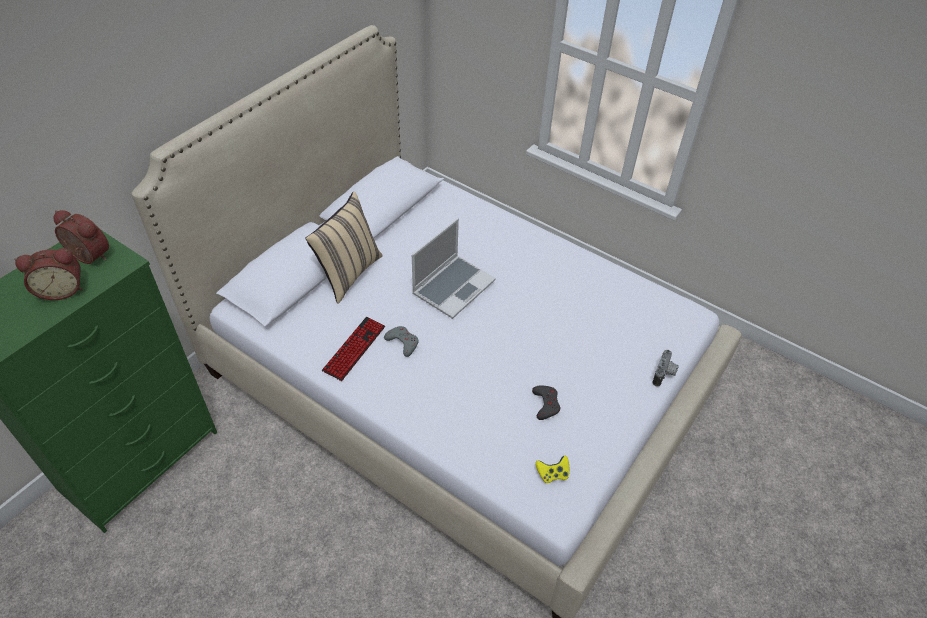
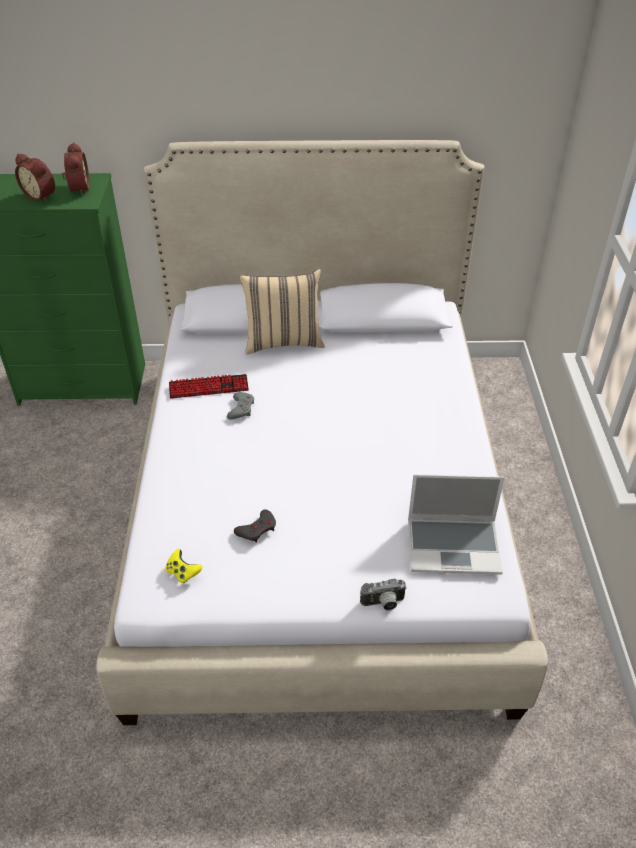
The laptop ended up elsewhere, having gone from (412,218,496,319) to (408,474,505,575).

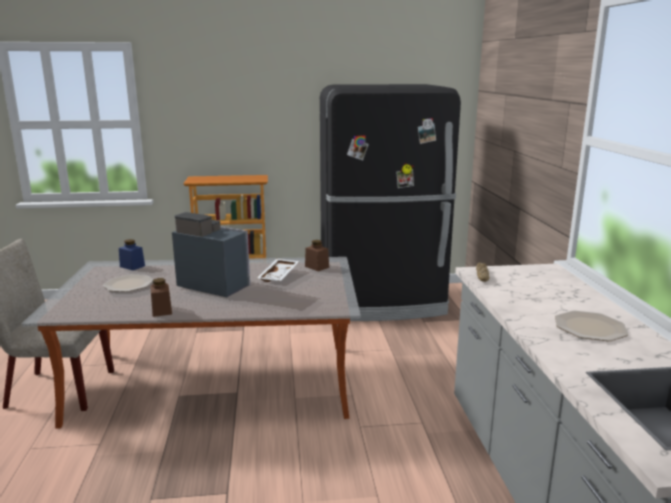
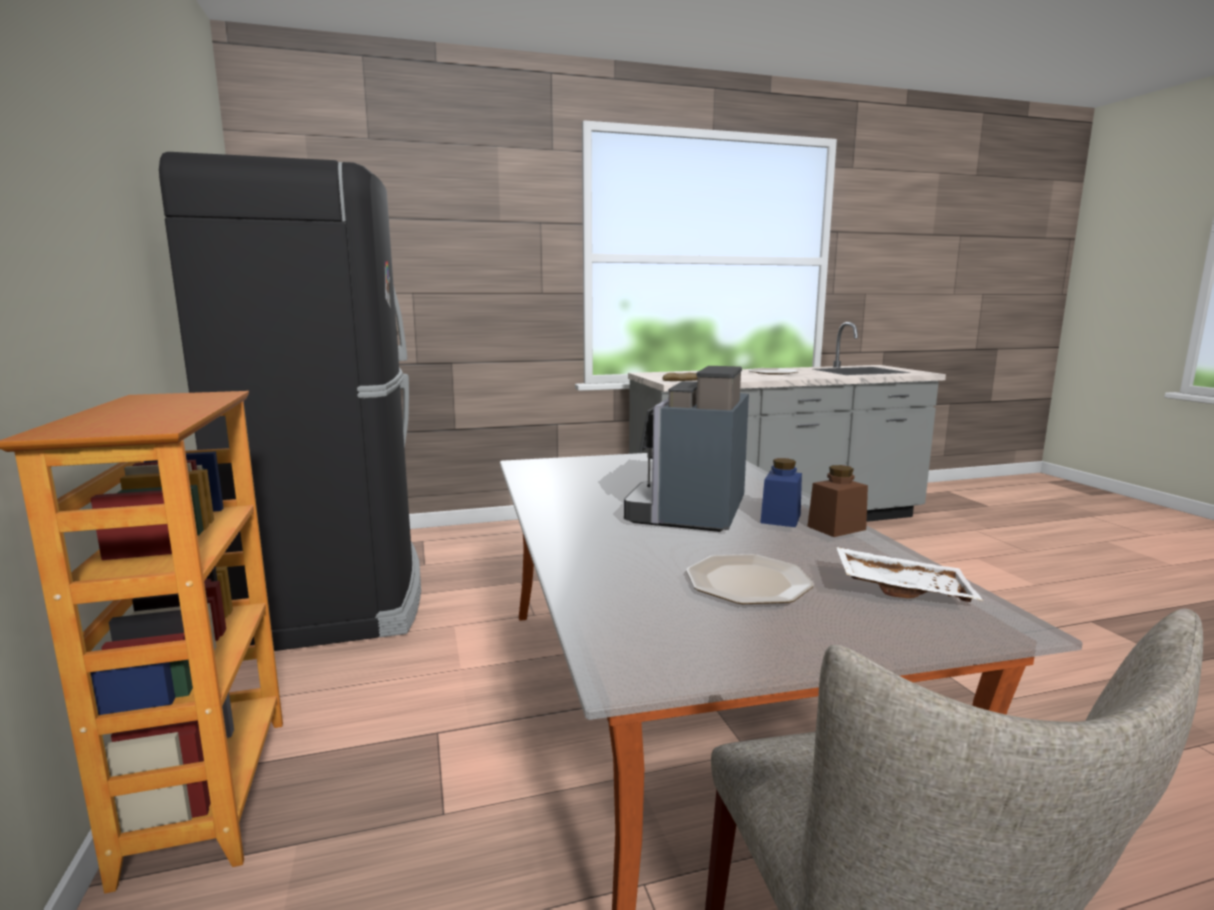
The second view lost the brown_storage_jar at (305,240,329,271).
The bluish_storage_jar ended up elsewhere, having gone from (119,239,145,270) to (760,458,802,527).
The white_serving_tray ended up elsewhere, having gone from (257,259,299,282) to (836,547,983,602).

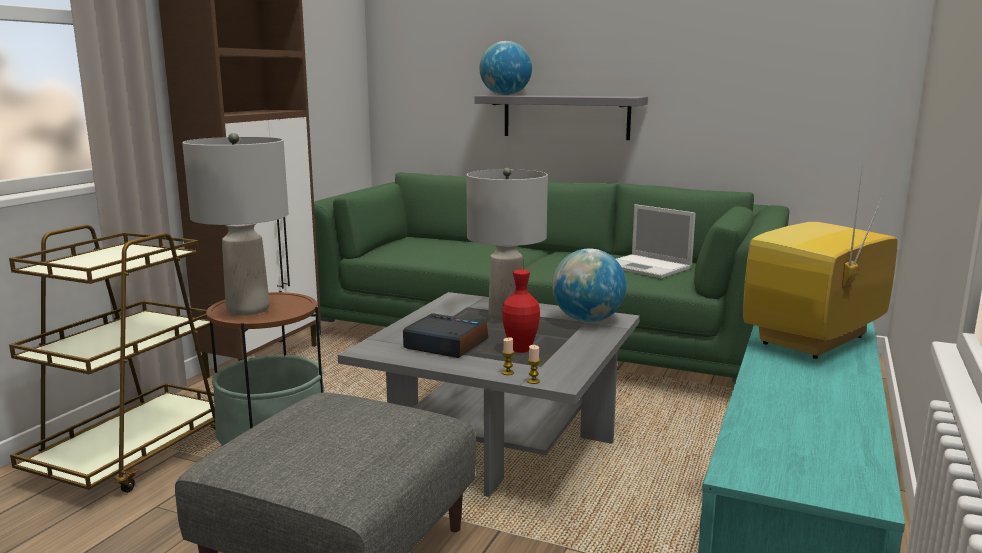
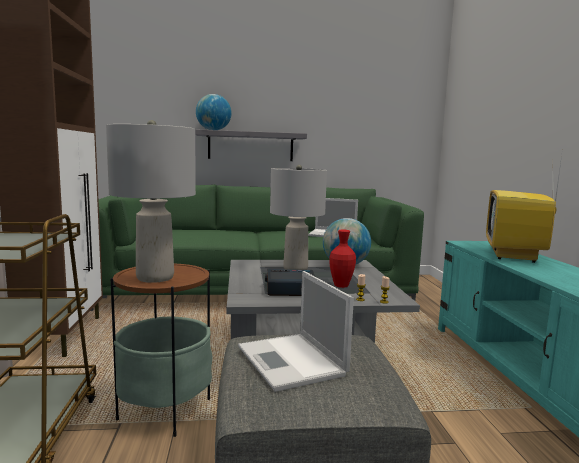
The second view gained the laptop at (238,271,354,392).

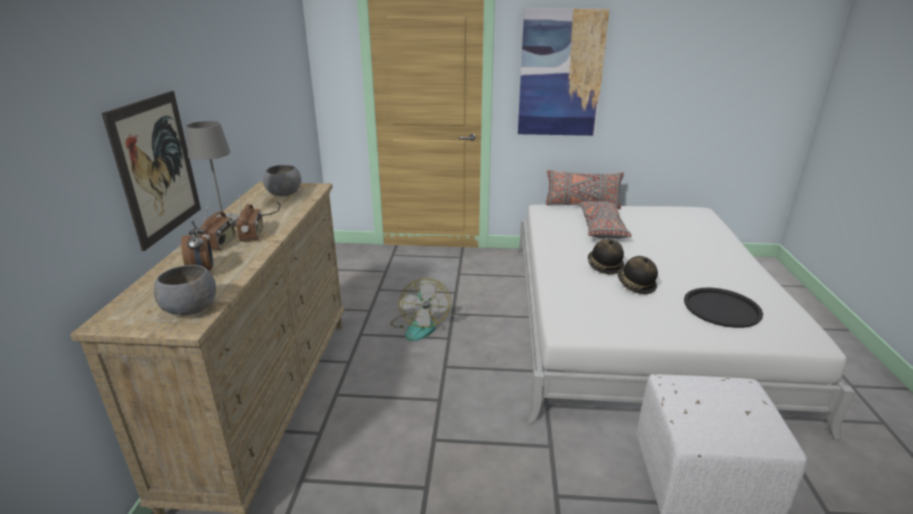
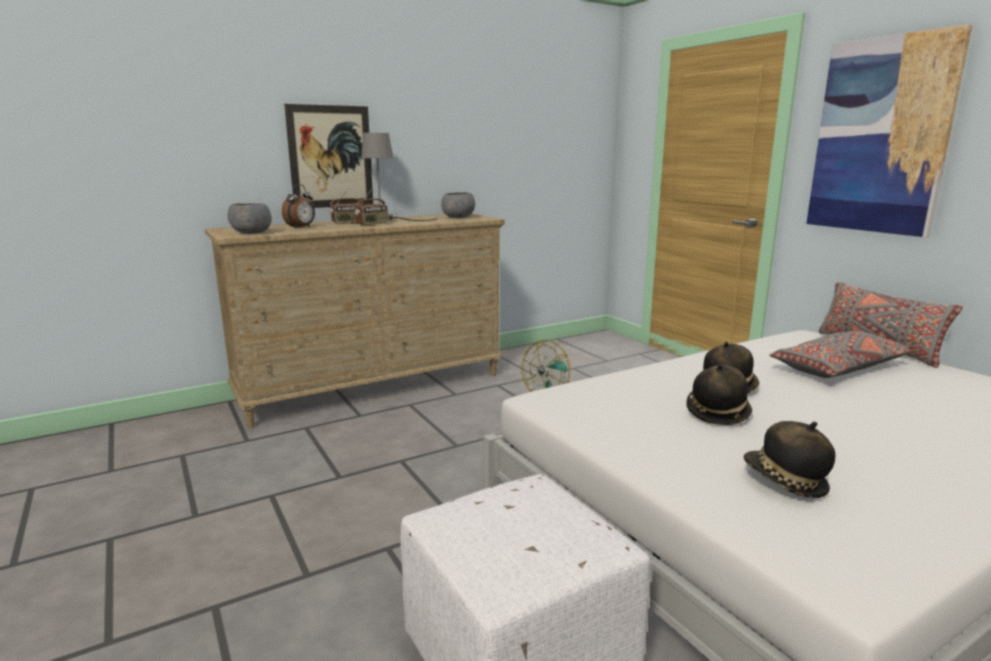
Where the black-coloured_serving_tray stood at (684,288,763,328), the clothing_hat came to stand at (744,421,835,498).

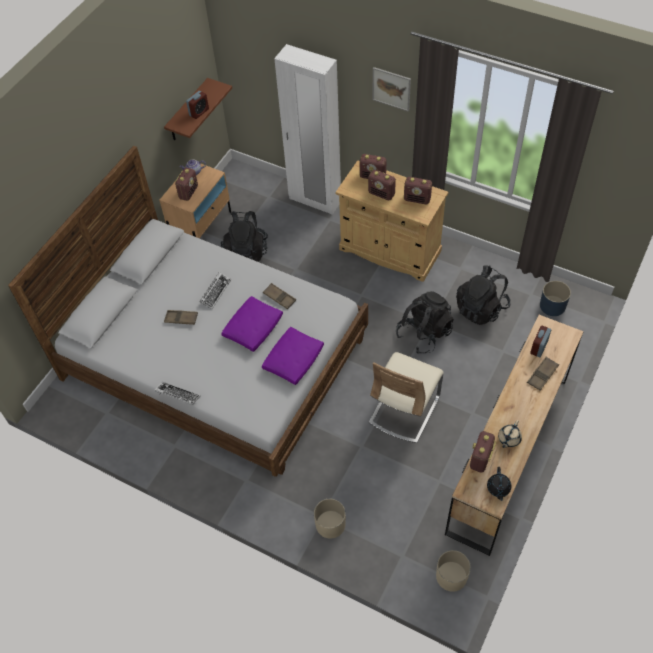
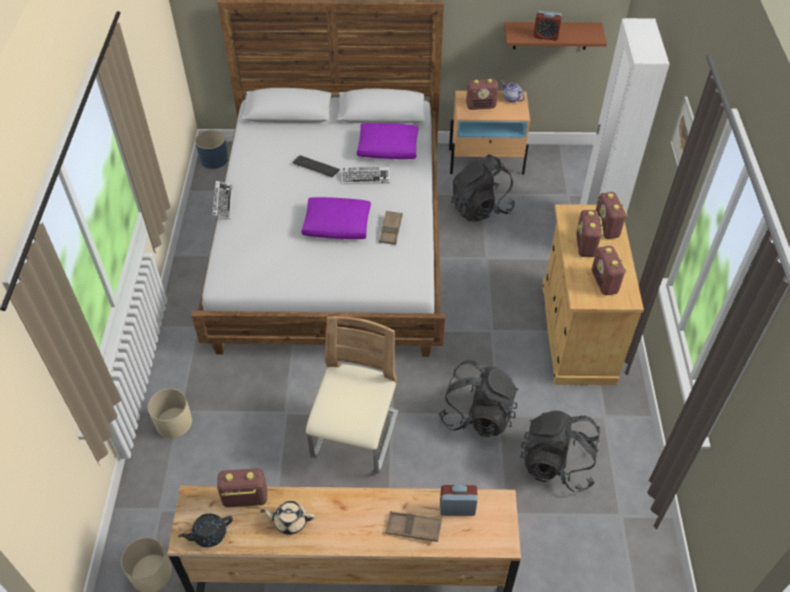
The purple_throw_pillow ended up elsewhere, having gone from (262,327,324,385) to (357,123,419,159).
The bluish_plant_pot ended up elsewhere, having gone from (540,281,571,316) to (195,130,228,169).
Where the brown_serving_tray stood at (164,310,198,325), the PC_keyboard came to stand at (292,155,340,177).
The beige-coloured_chair at (369,352,444,443) ended up facing another way, 105 degrees clockwise from before.

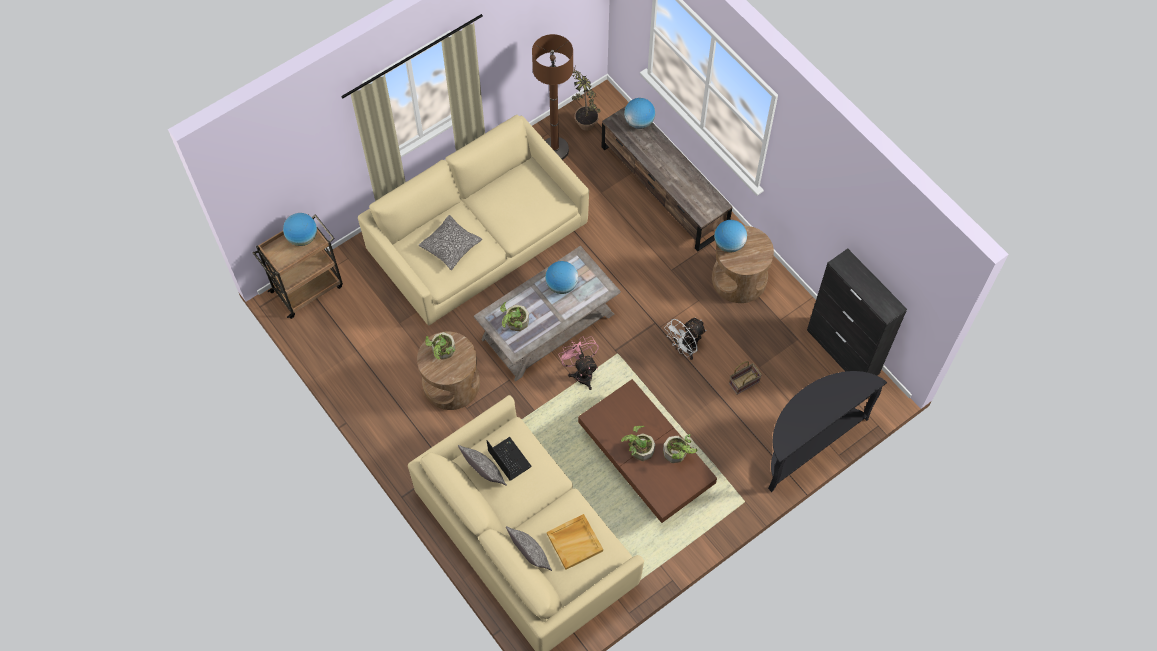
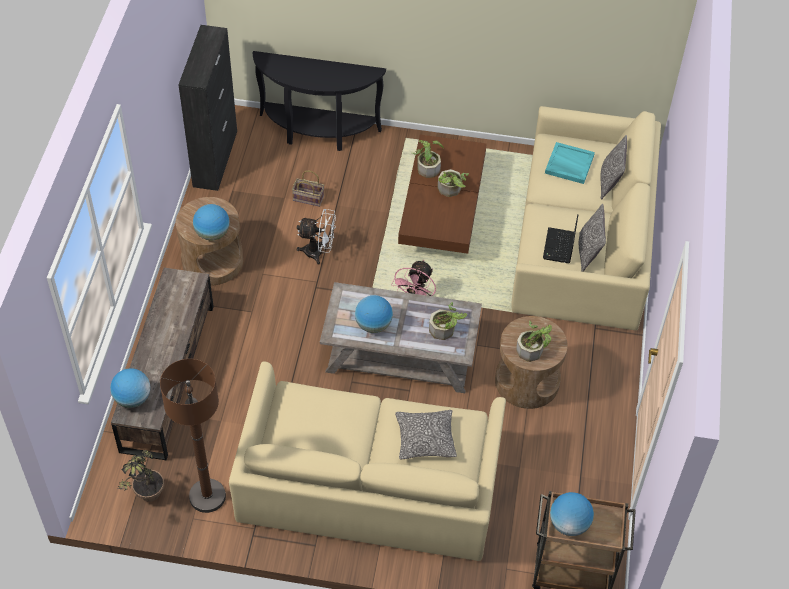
What was the beige-coloured_serving_tray at (547,514,603,570) turned into the turquoise-coloured_serving_tray at (545,142,595,184).

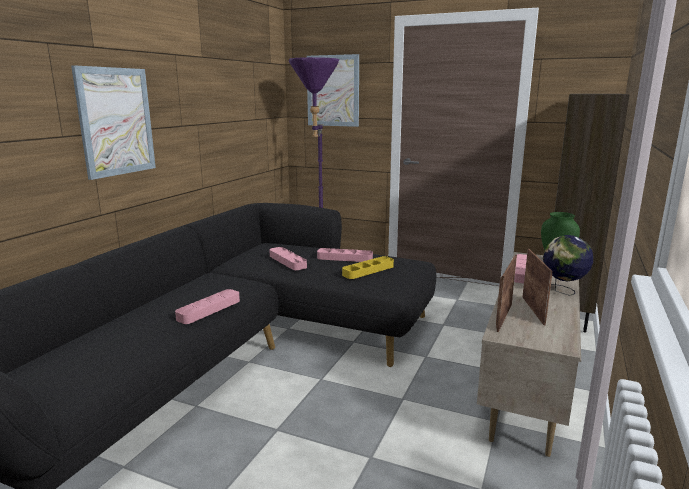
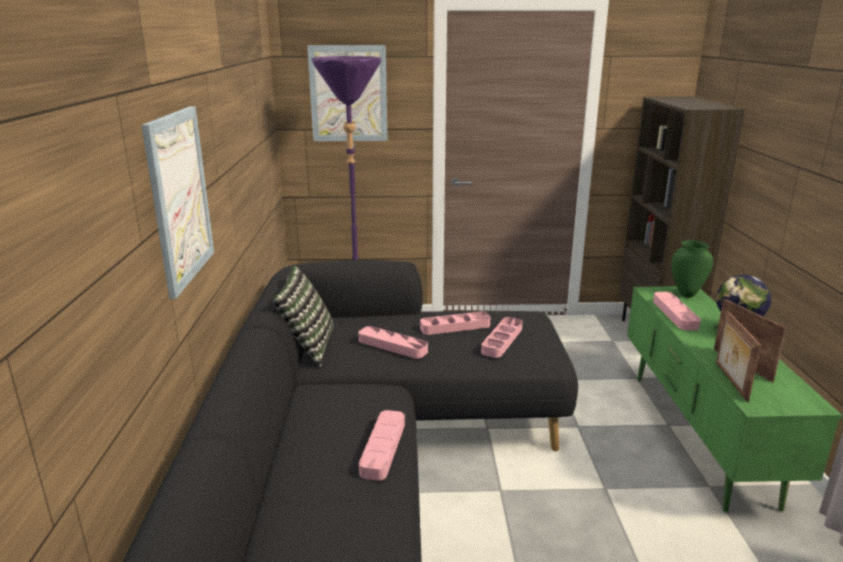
The second view gained the throw_pillow at (273,266,334,366).
What was the yellow-coloured_serving_tray at (342,256,394,279) turned into the pink-coloured_serving_tray at (481,317,523,358).
What was the beige-coloured_tv_unit at (477,252,581,457) turned into the green-coloured_tv_unit at (627,286,843,512).

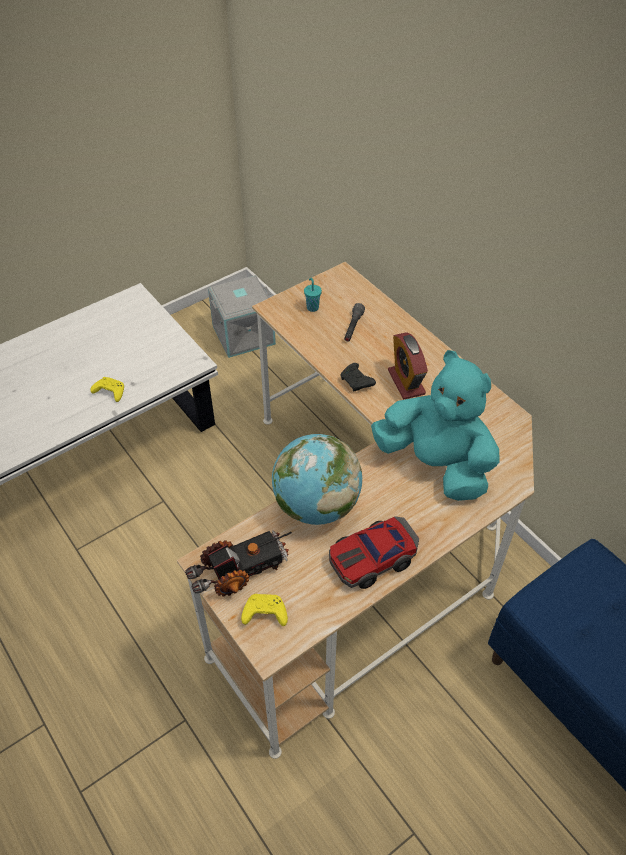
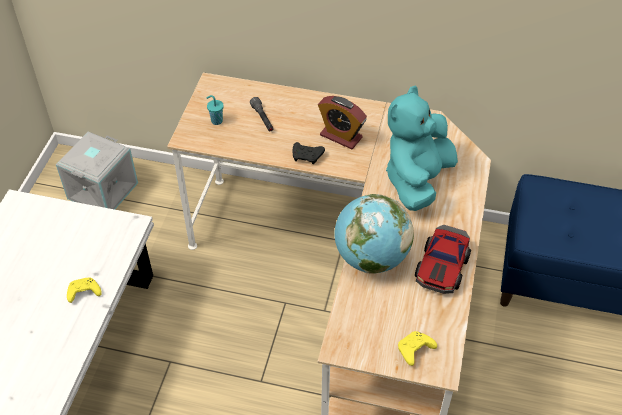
The second view lost the toy_lorry at (185,530,292,596).
The turquoise-coloured_cuddly_toy at (371,350,499,501) ended up facing another way, 60 degrees counterclockwise from before.

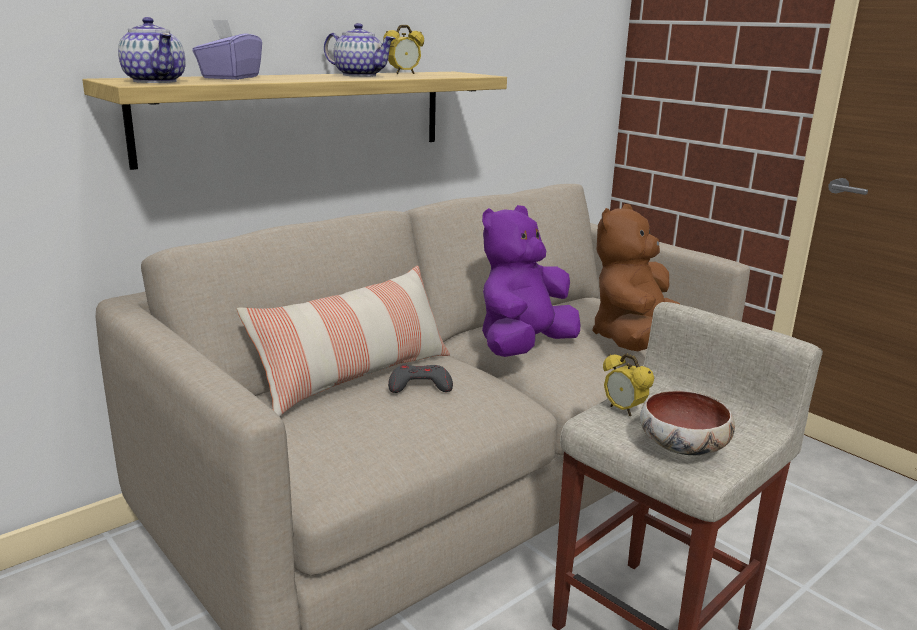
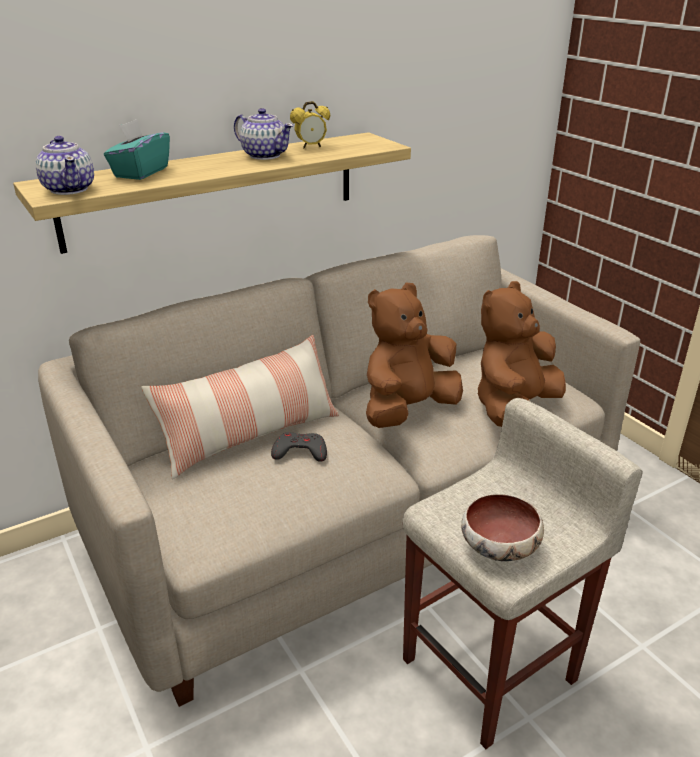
The second view lost the alarm_clock at (603,353,654,417).
What was the purple_tissue_holder at (193,19,262,80) turned into the turquoise-coloured_tissue_holder at (104,119,170,180).
What was the purple_cuddly_toy at (482,205,580,357) turned into the brown_cuddly_toy at (366,283,463,428).

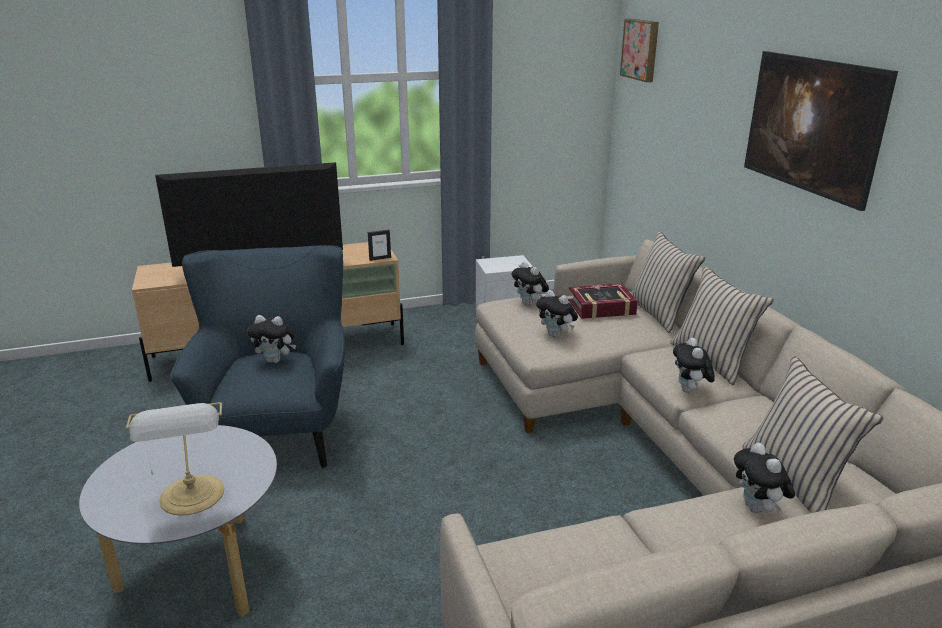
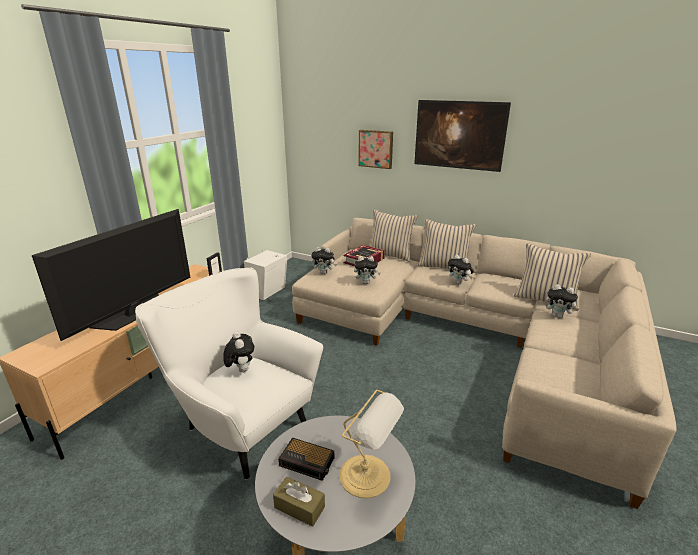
The second view gained the brown_tissue_holder at (273,477,325,527).
The second view gained the alarm_clock at (278,438,334,481).
The wall_picture ended up elsewhere, having gone from (620,19,659,82) to (358,130,393,169).
What was the bluish_easy_chair at (170,245,345,468) turned into the white_easy_chair at (135,267,323,480).
The cuddly_toy at (247,315,296,363) ended up facing another way, 75 degrees counterclockwise from before.

